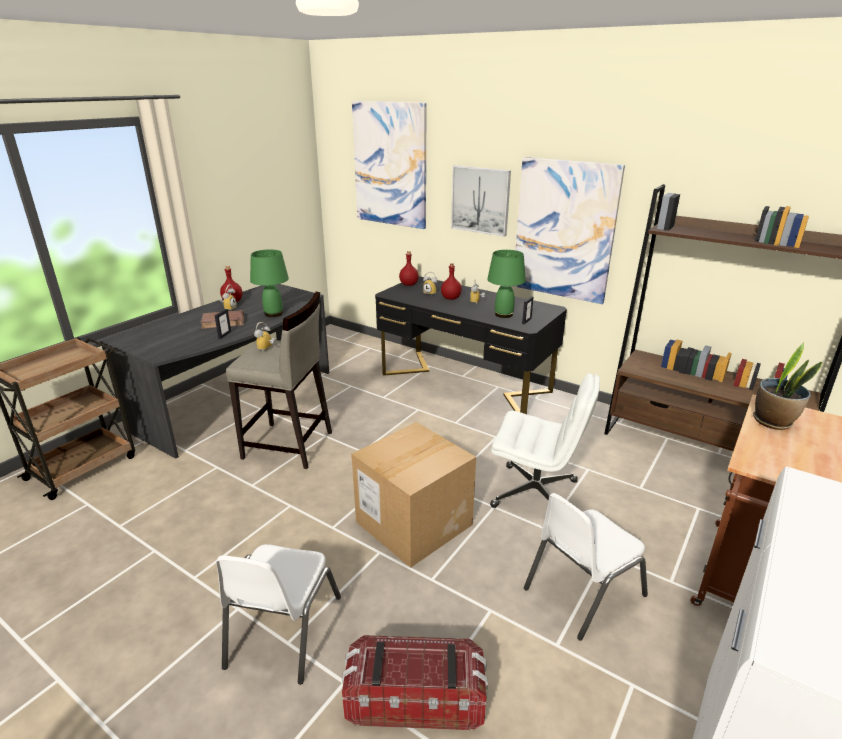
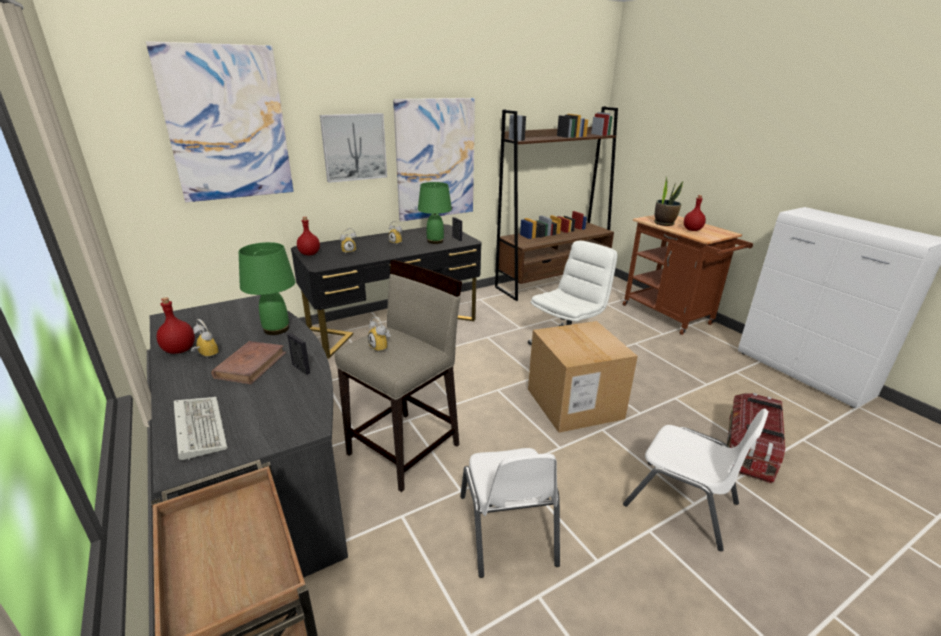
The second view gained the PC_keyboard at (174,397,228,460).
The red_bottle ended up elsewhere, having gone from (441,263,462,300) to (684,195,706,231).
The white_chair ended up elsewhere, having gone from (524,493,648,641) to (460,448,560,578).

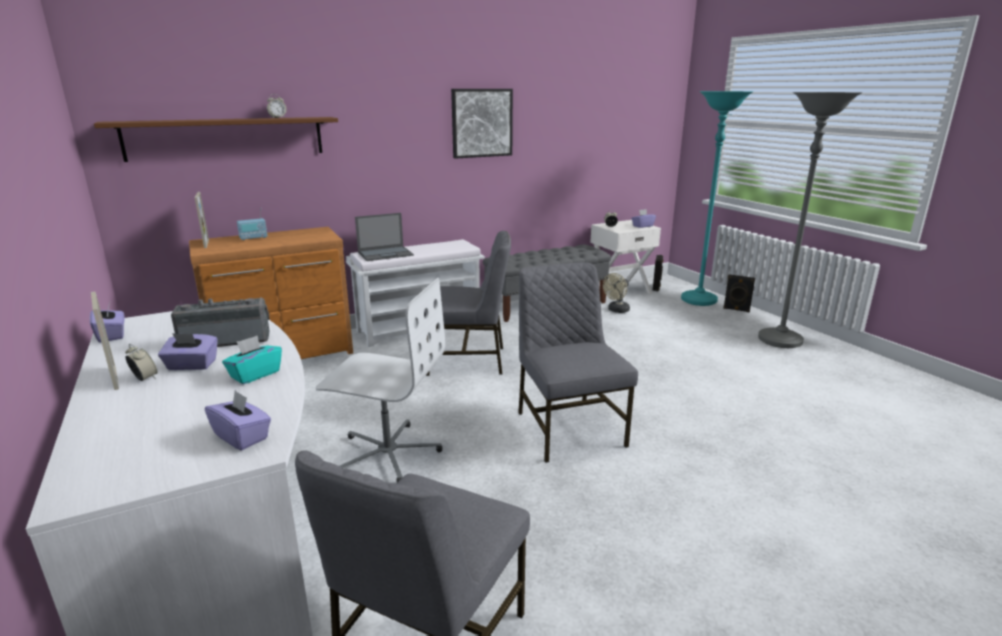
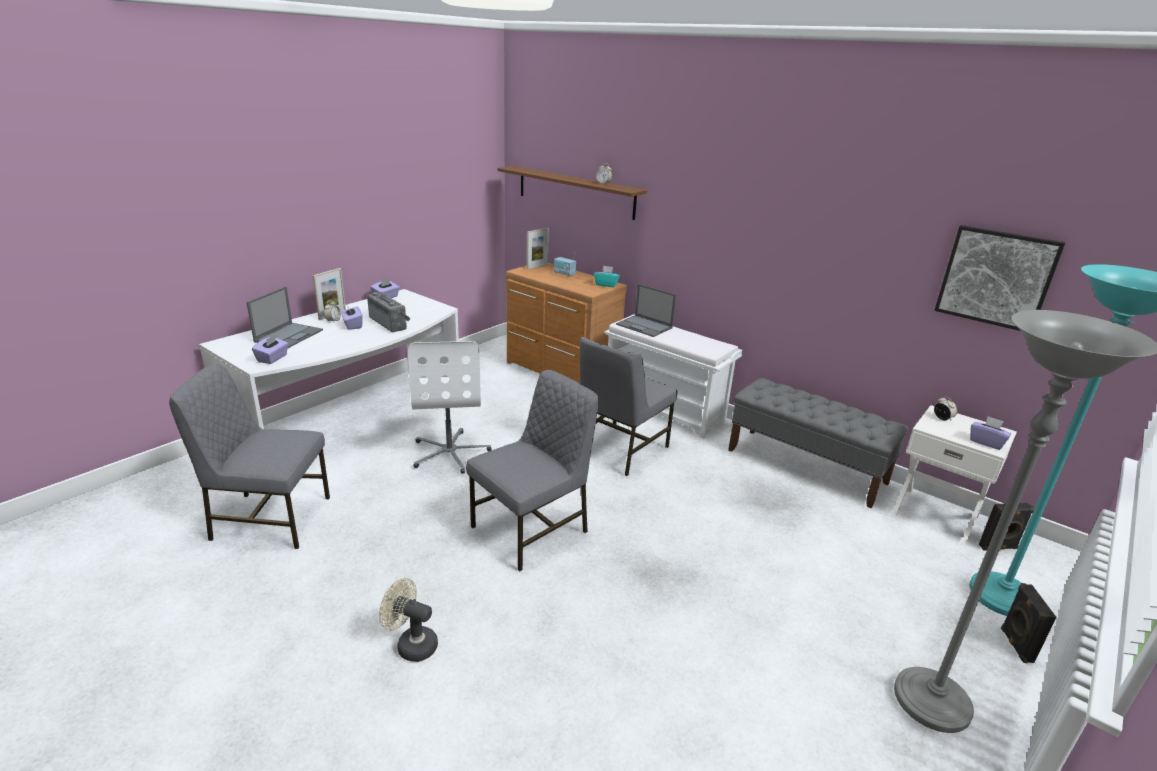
The second view gained the laptop at (246,286,323,348).
The turquoise-coloured_tissue_holder ended up elsewhere, having gone from (222,335,282,384) to (594,265,620,287).
The wall_picture ended up elsewhere, having gone from (451,89,513,159) to (934,225,1066,331).
The beige-coloured_electric_fan ended up elsewhere, having gone from (603,273,630,313) to (379,578,438,662).
The gray_chair at (424,231,511,376) ended up facing another way, 60 degrees clockwise from before.

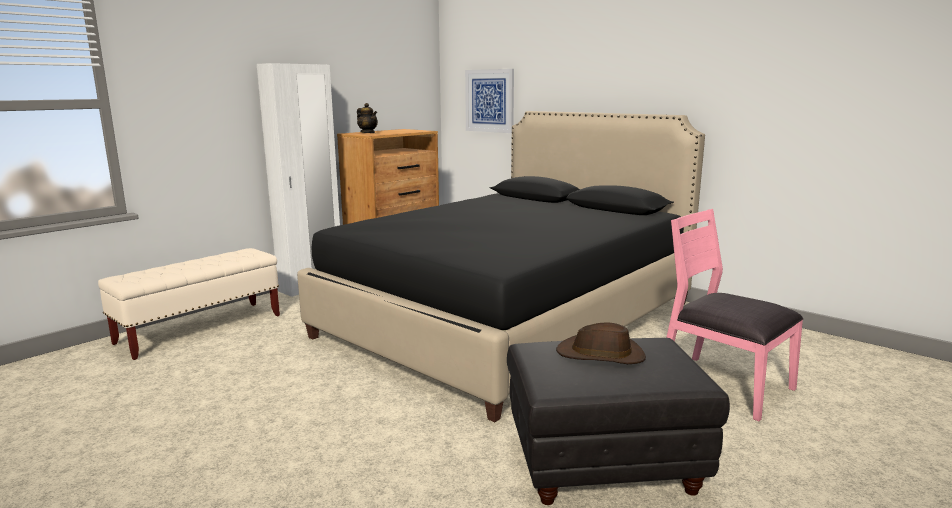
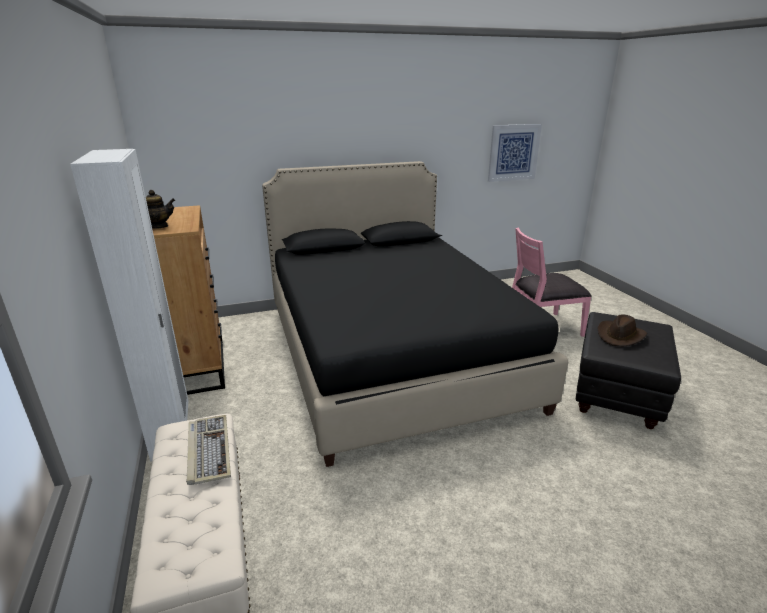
The second view gained the PC_keyboard at (186,415,231,485).
The wall_picture ended up elsewhere, having gone from (465,69,514,133) to (488,124,542,182).

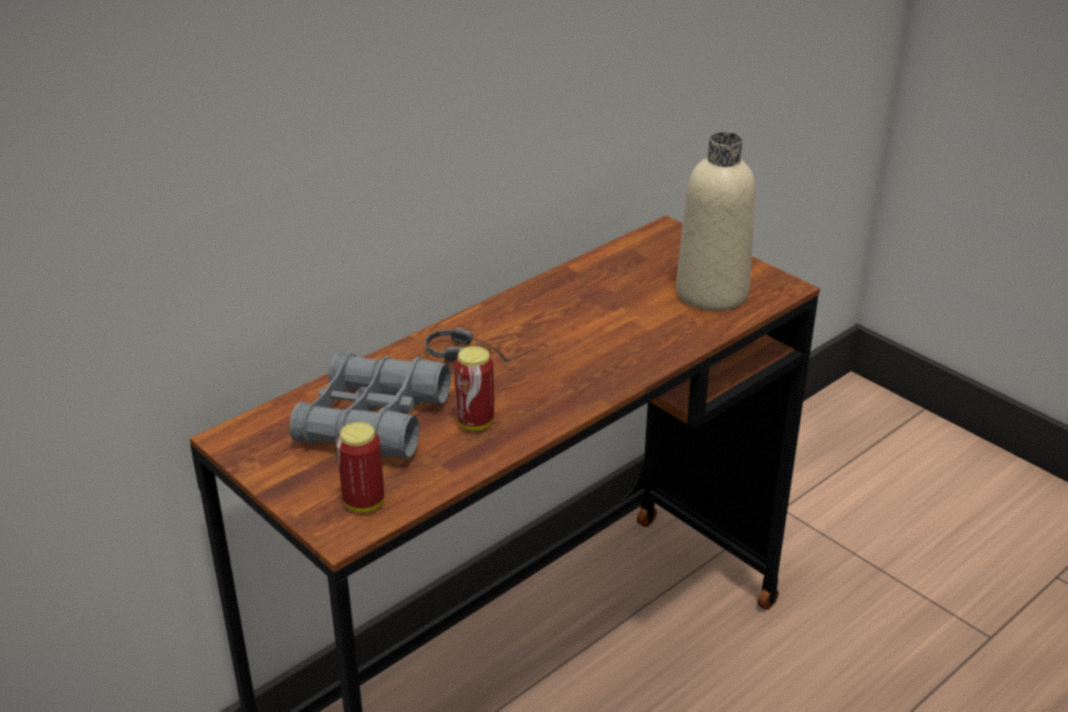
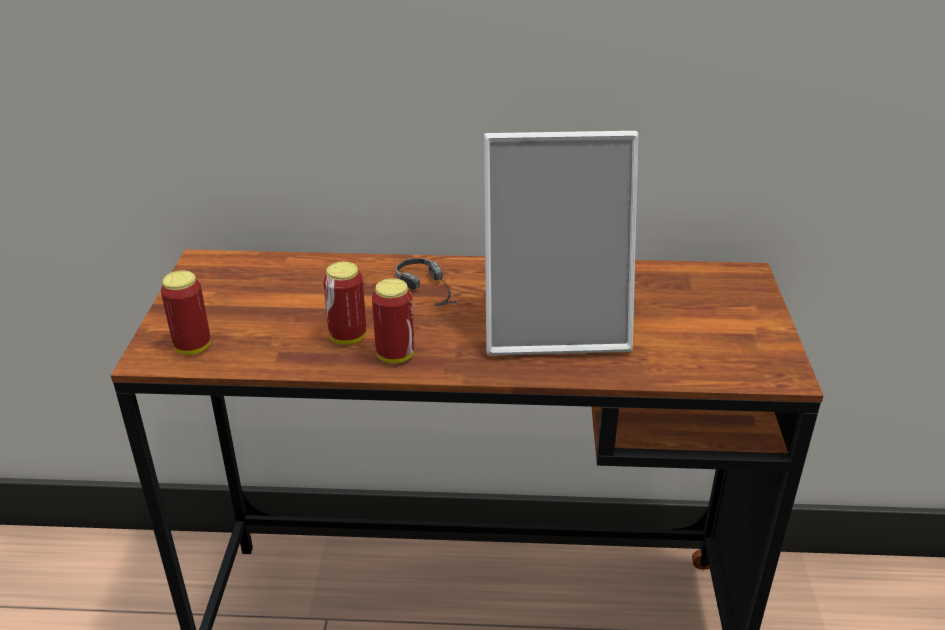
The second view lost the gray_field_glasses at (290,352,451,458).
The second view lost the beige-coloured_bottle at (676,132,756,311).
The second view gained the sealed_can at (372,278,414,363).
The second view gained the picture_frame at (484,131,638,355).

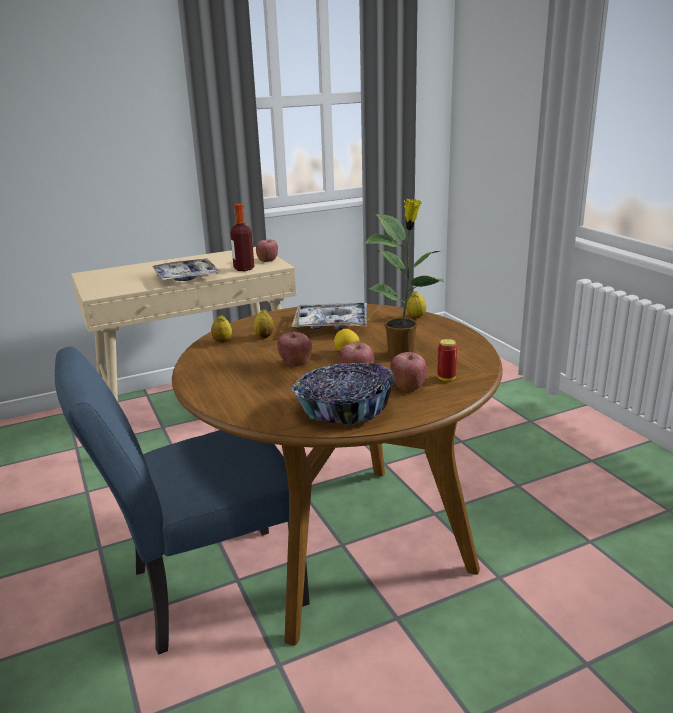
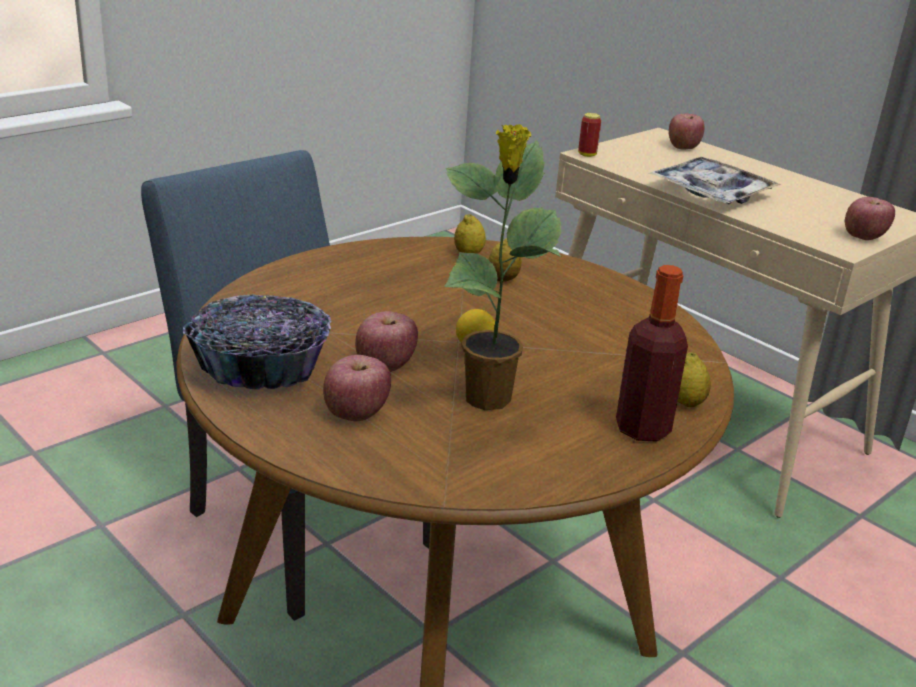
The second view lost the serving_tray at (292,303,367,330).
The bottle ended up elsewhere, having gone from (230,204,254,271) to (616,265,688,441).
The apple_fruit ended up elsewhere, having gone from (277,332,312,367) to (669,113,704,150).
The sealed_can ended up elsewhere, having gone from (438,339,457,381) to (578,113,601,157).

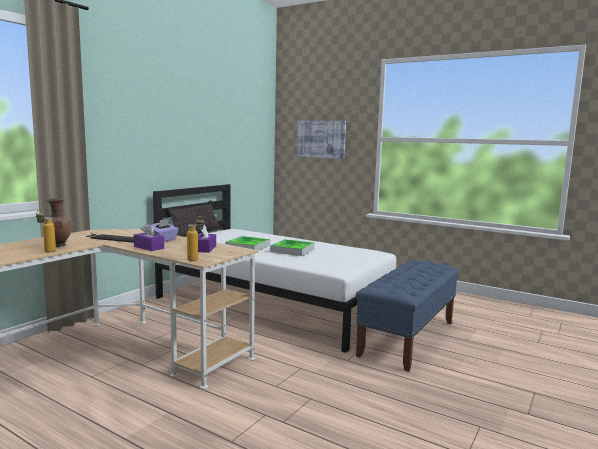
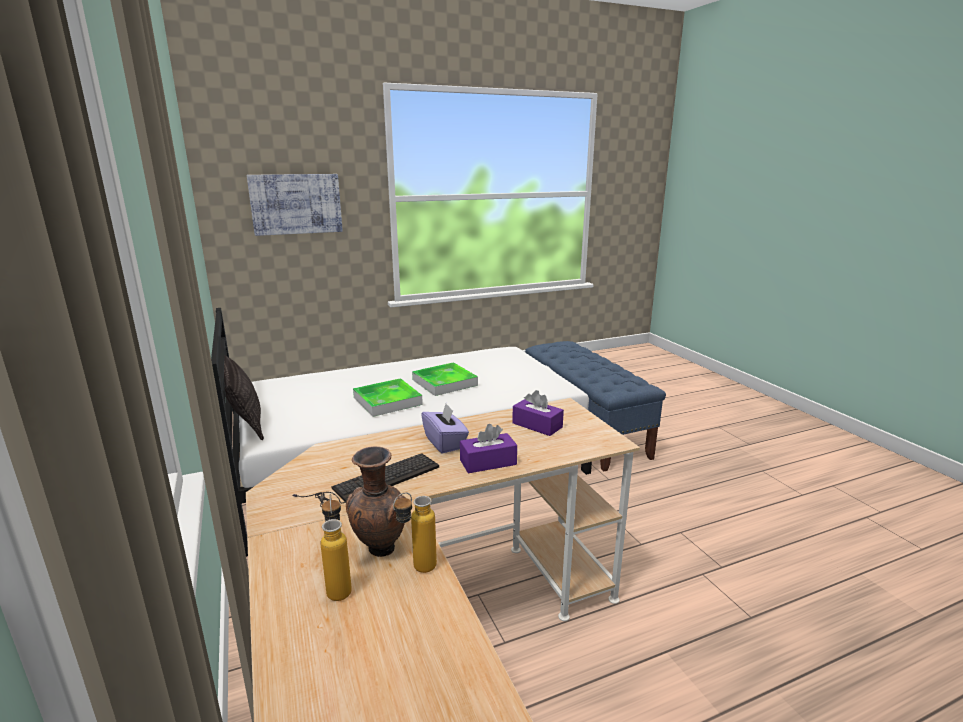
The bottle ended up elsewhere, having gone from (187,216,204,261) to (320,494,352,601).

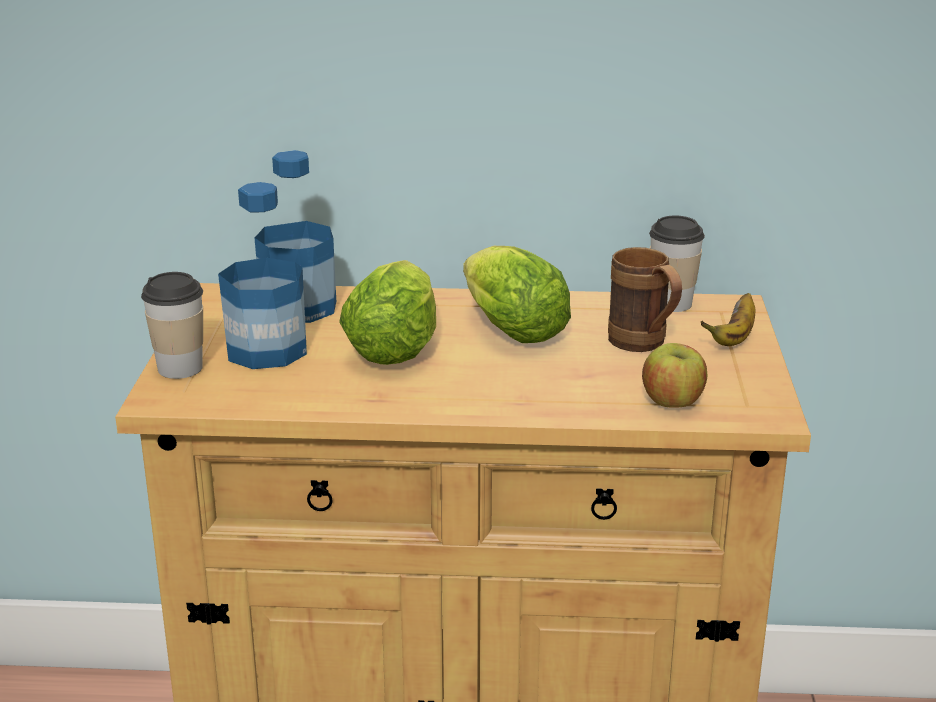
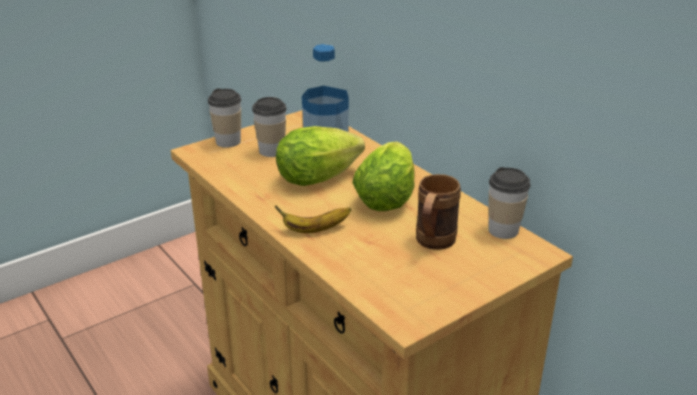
The second view lost the apple_fruit at (642,343,707,408).
The banana_fruit ended up elsewhere, having gone from (701,293,755,346) to (275,206,351,233).
Where the bottle stood at (218,182,307,369), the drinking_cup came to stand at (252,97,287,157).

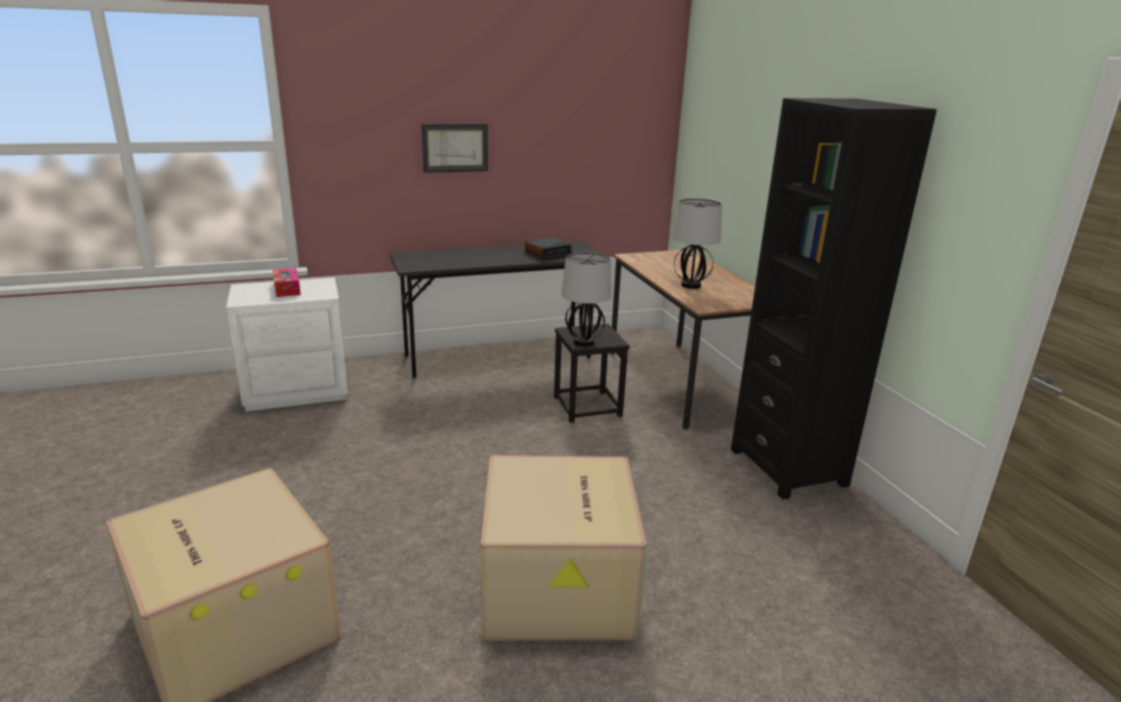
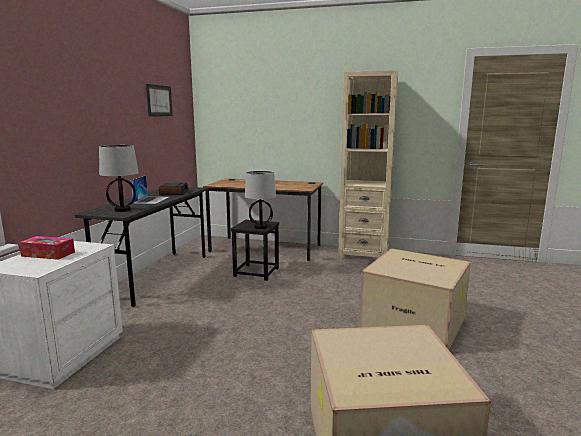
The second view gained the laptop at (130,176,169,204).
The wall_picture ended up elsewhere, having gone from (421,124,488,173) to (146,84,173,116).
The table_lamp ended up elsewhere, having gone from (672,198,722,289) to (99,145,139,212).
What was the black-coloured_bookcase at (731,98,937,500) turned into the beige-coloured_bookcase at (338,70,398,259).

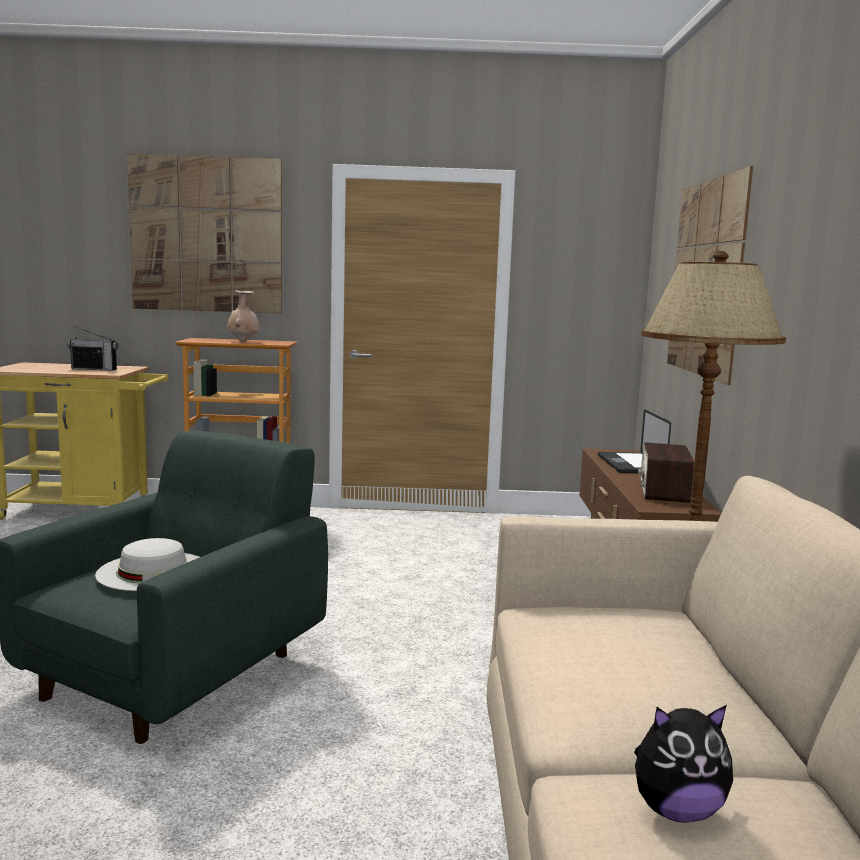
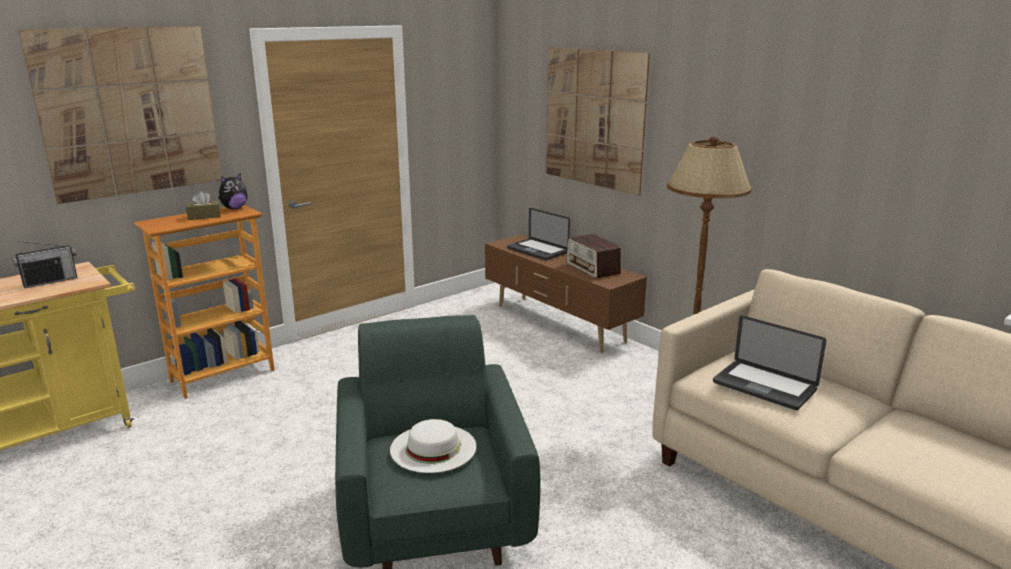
The second view gained the laptop at (713,316,826,410).
The cuddly_toy ended up elsewhere, having gone from (634,705,733,823) to (218,173,248,209).
Where the beige-coloured_flower_vase stood at (227,290,260,342), the brown_tissue_holder came to stand at (186,191,221,220).

